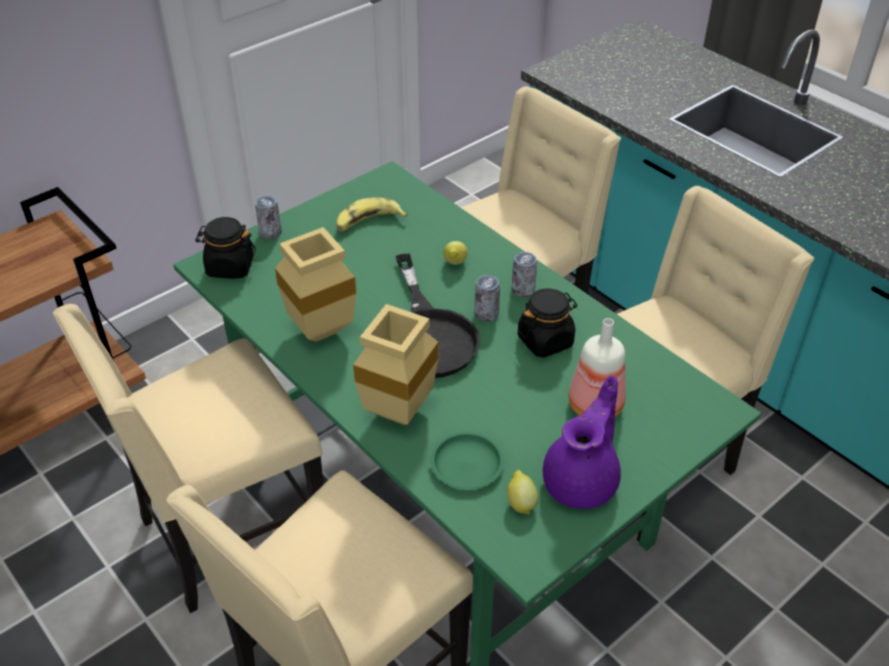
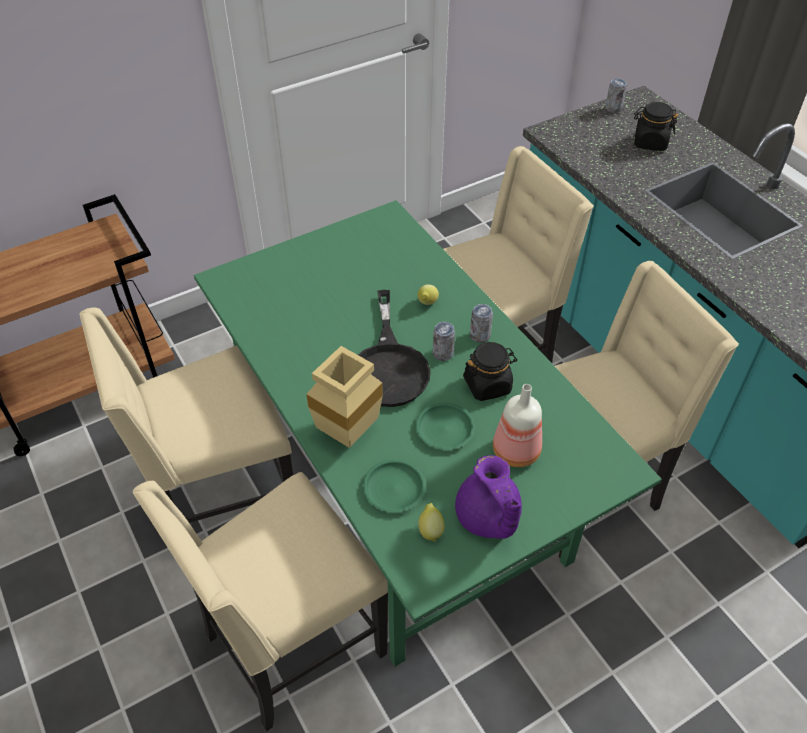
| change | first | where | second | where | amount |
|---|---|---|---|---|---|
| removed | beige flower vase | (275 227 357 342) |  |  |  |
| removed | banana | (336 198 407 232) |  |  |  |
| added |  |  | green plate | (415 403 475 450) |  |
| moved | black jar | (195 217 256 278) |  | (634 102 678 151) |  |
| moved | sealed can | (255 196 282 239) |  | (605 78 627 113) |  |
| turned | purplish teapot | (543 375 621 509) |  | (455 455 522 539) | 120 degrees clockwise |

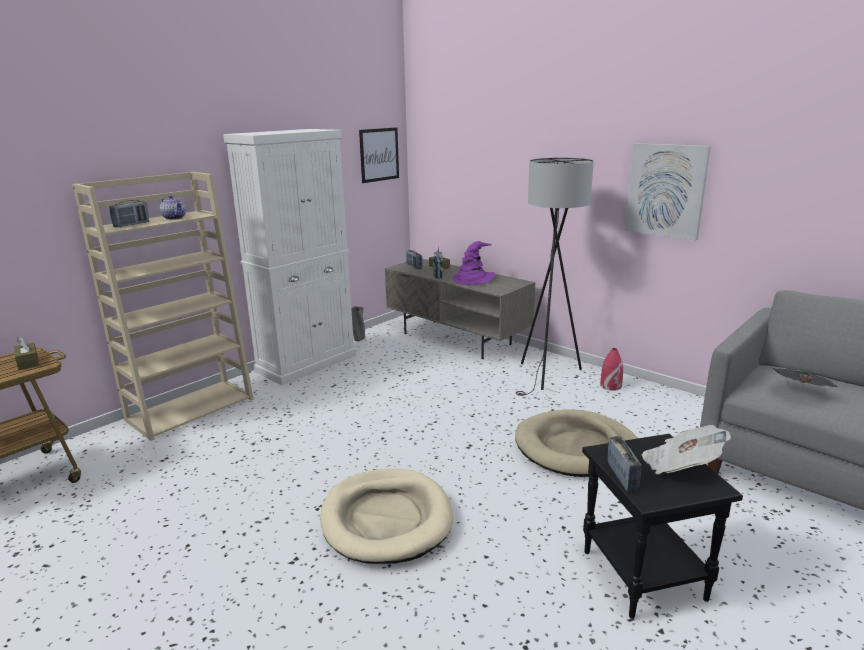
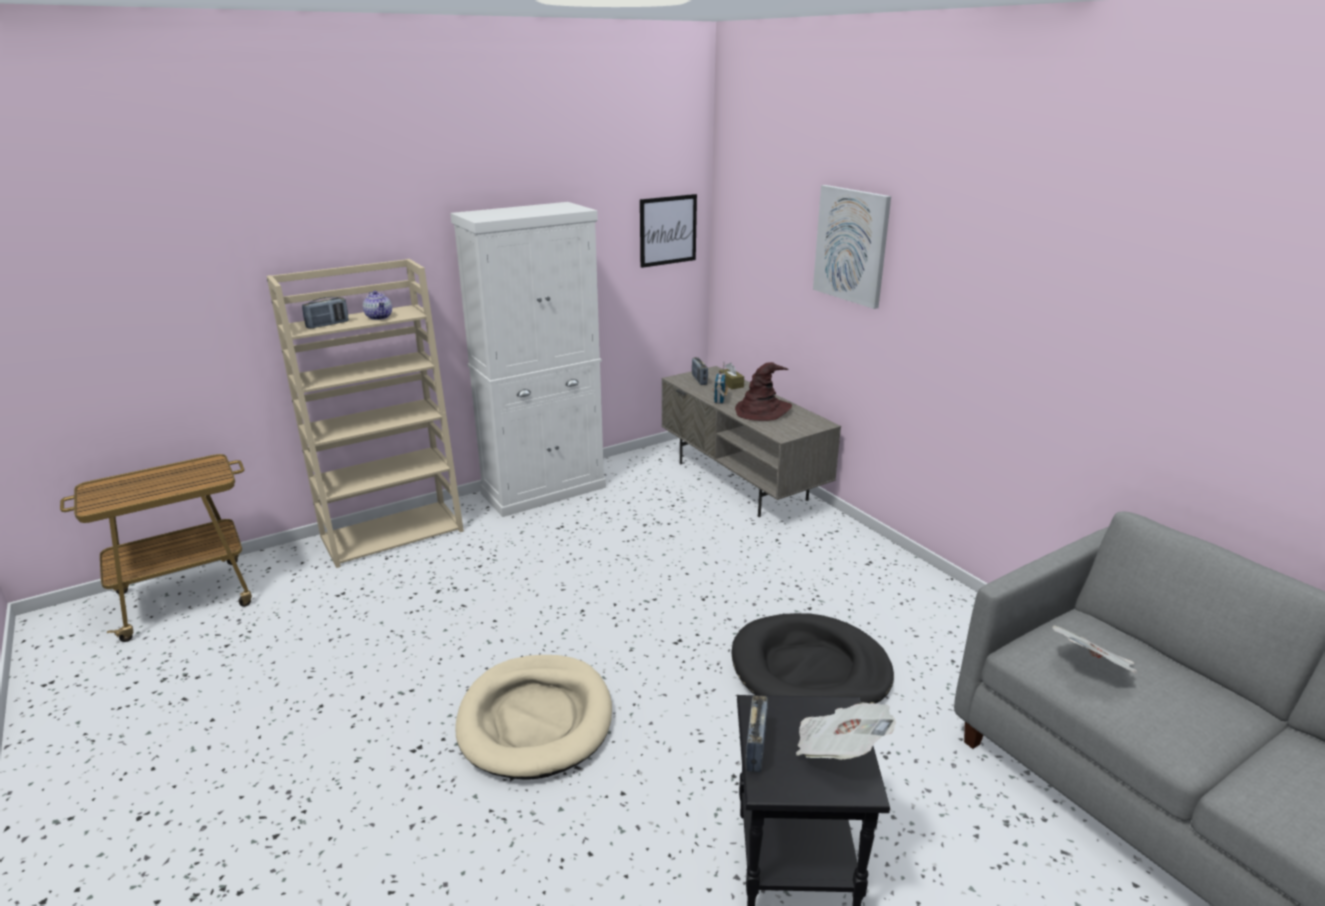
| change | first | where | second | where | amount |
|---|---|---|---|---|---|
| removed | brownish box of tissues | (14 337 39 370) |  |  |  |
| removed | greyish flower vase | (351 306 365 341) |  |  |  |
| removed | greyish floor lamp | (516 158 594 396) |  |  |  |
| removed | reddish flower vase | (600 348 623 391) |  |  |  |
| moved | wall picture | (625 143 711 240) |  | (813 185 891 309) |  |
| recoloured | purplish clothing hat | (453 241 495 285) | brownish clothing hat | (735 362 792 421) |  |
| recoloured | beige pet bed | (515 409 638 477) | black pet bed | (731 613 894 704) |  |

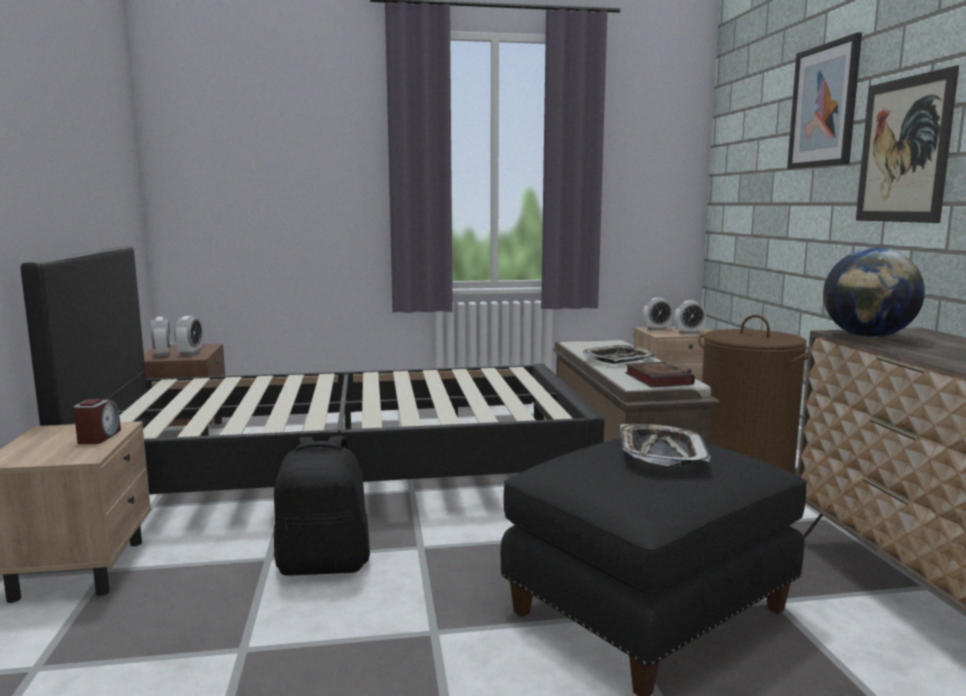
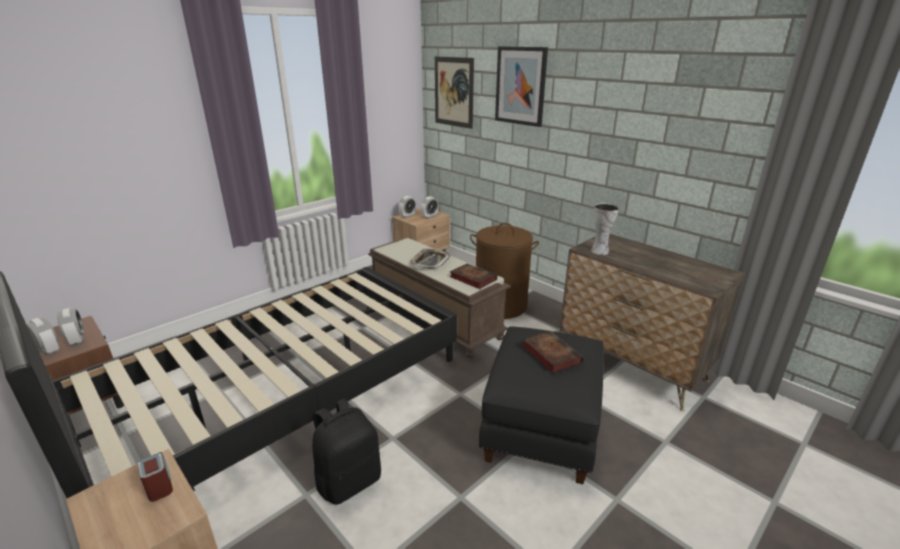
| change | first | where | second | where | amount |
|---|---|---|---|---|---|
| moved | wall picture | (856 65 959 223) |  | (435 56 474 129) |  |
| replaced | carrying tray | (620 424 710 466) | volume | (522 331 583 373) |  |
| replaced | globe | (823 248 925 338) | flower vase | (591 203 619 255) |  |

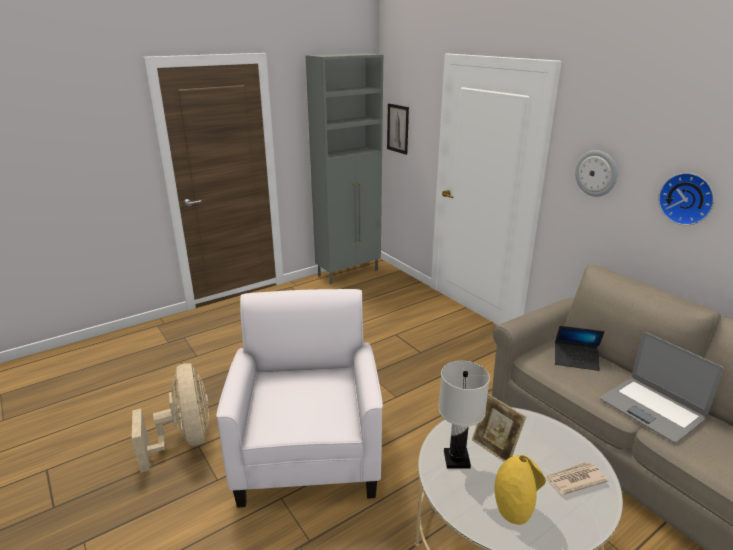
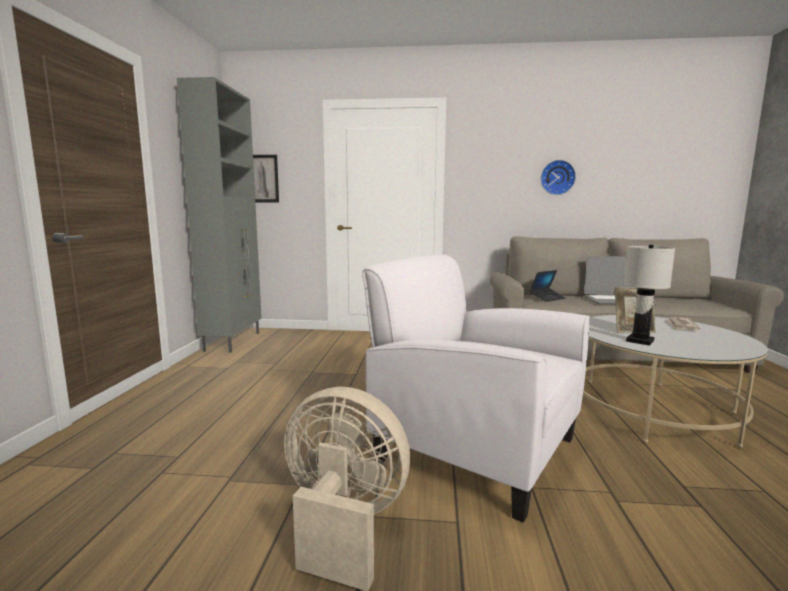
| change | first | where | second | where | amount |
|---|---|---|---|---|---|
| removed | yellowish flower vase | (495 455 546 525) |  |  |  |
| removed | clock on the wall | (575 150 617 197) |  |  |  |

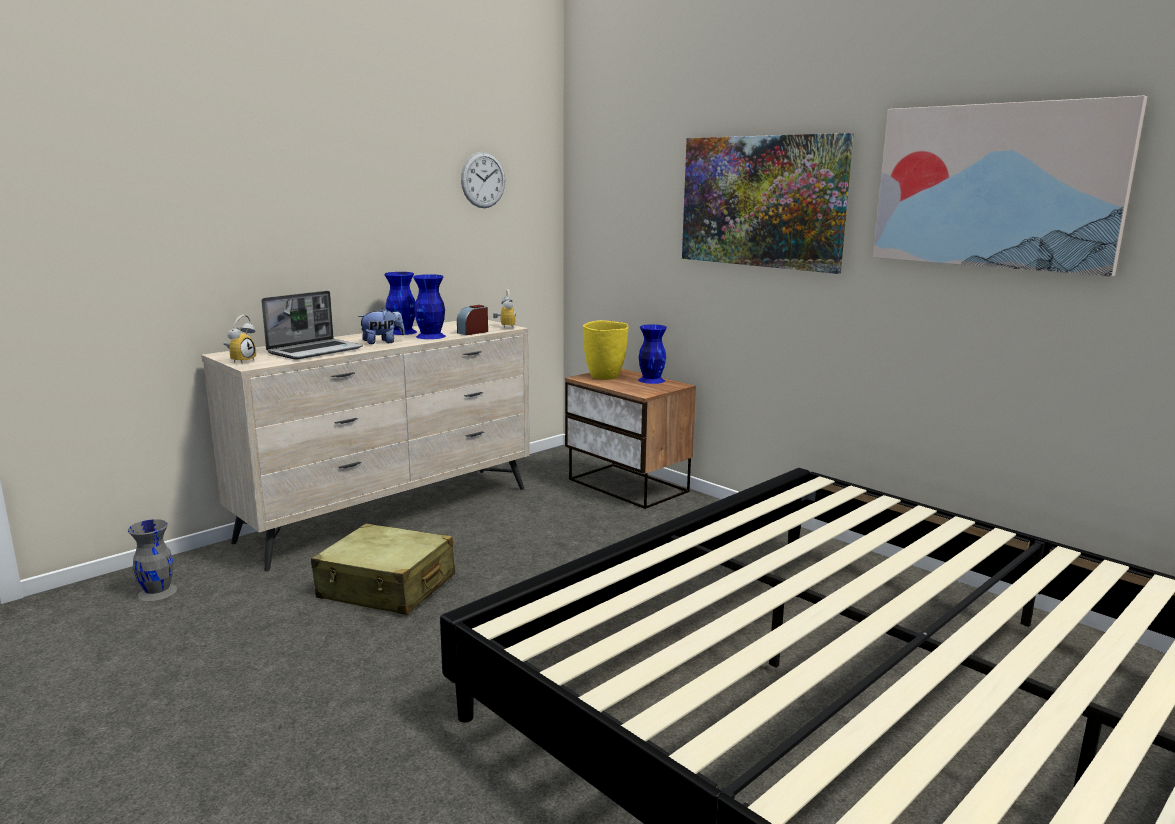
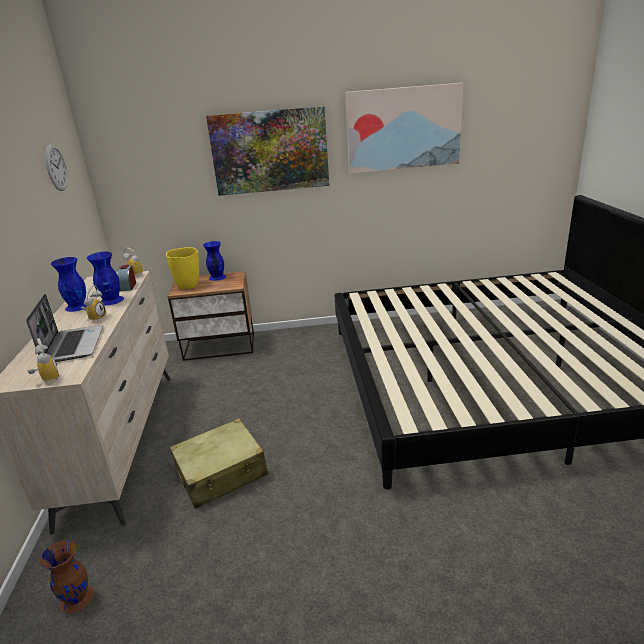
| change | first | where | second | where | amount |
|---|---|---|---|---|---|
| replaced | cuddly toy | (358 308 405 344) | alarm clock | (81 285 106 322) |  |
| recoloured | greyish flower vase | (128 519 177 601) | brownish flower vase | (40 540 94 614) |  |

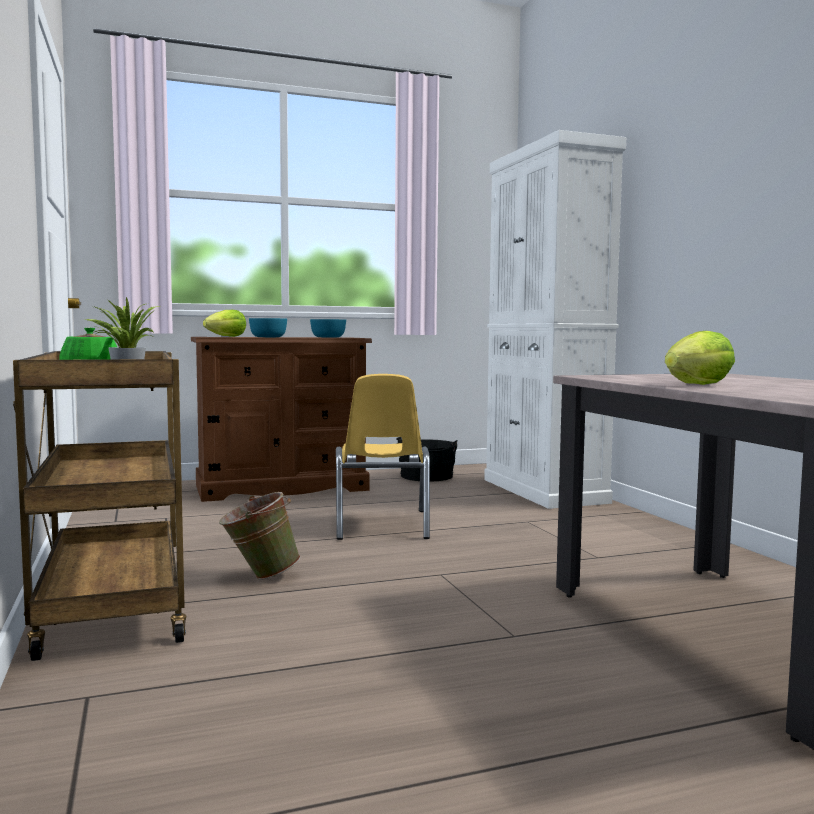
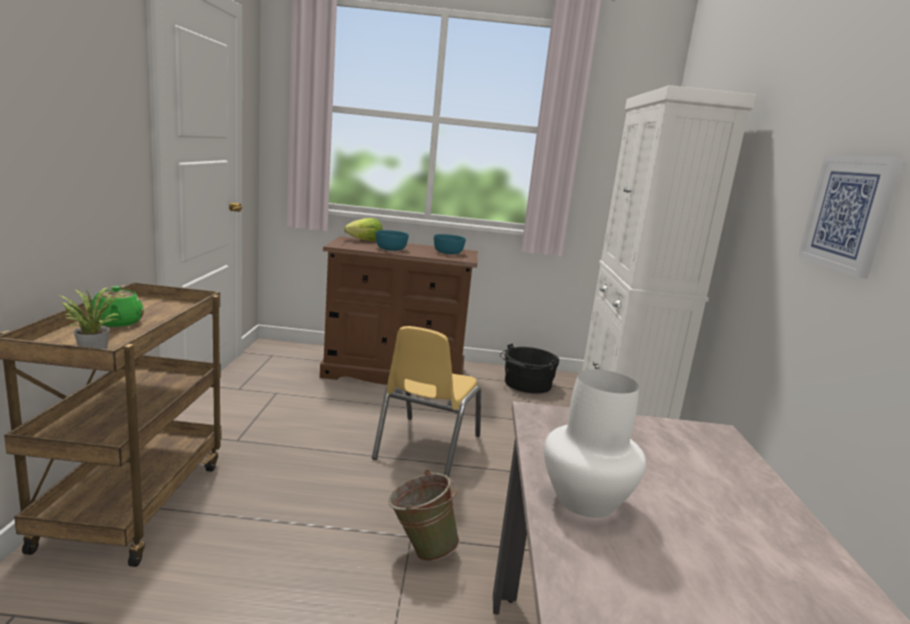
| change | first | where | second | where | amount |
|---|---|---|---|---|---|
| added |  |  | wall picture | (798 155 904 279) |  |
| moved | green bucket | (219 492 300 580) |  | (388 470 460 561) |  |
| replaced | lettuce head | (665 331 735 385) | white-coloured flower vase | (544 369 646 518) |  |

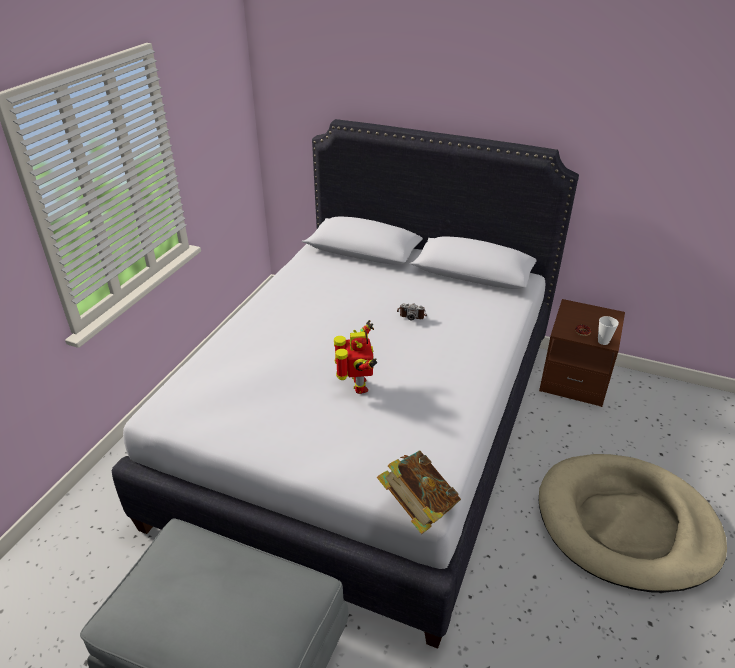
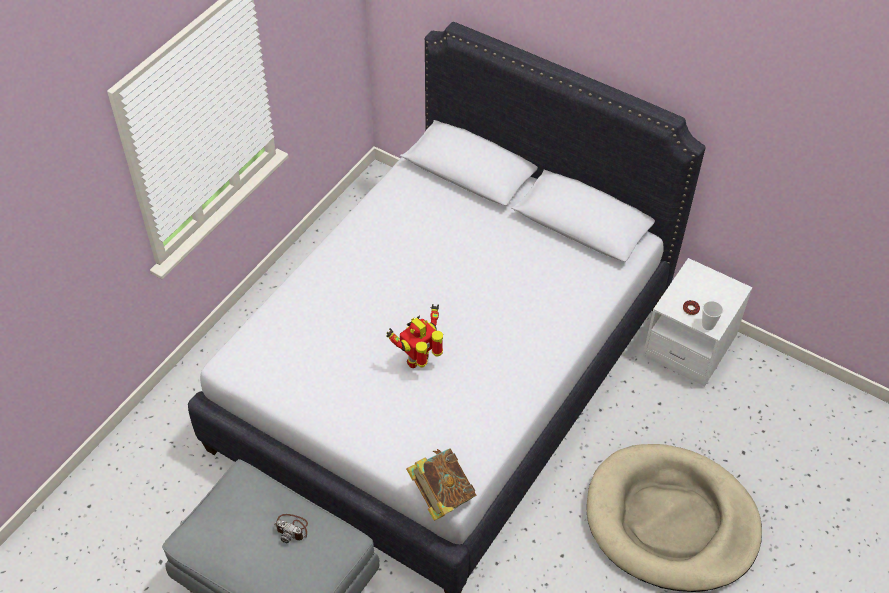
| change | first | where | second | where | amount |
|---|---|---|---|---|---|
| moved | still camera | (397 303 427 321) |  | (274 514 308 543) |  |
| recoloured | brownish night table | (539 299 625 407) | white-coloured night table | (643 258 753 387) |  |
| turned | toy robot | (334 320 377 394) |  | (386 304 443 368) | 135 degrees counterclockwise |

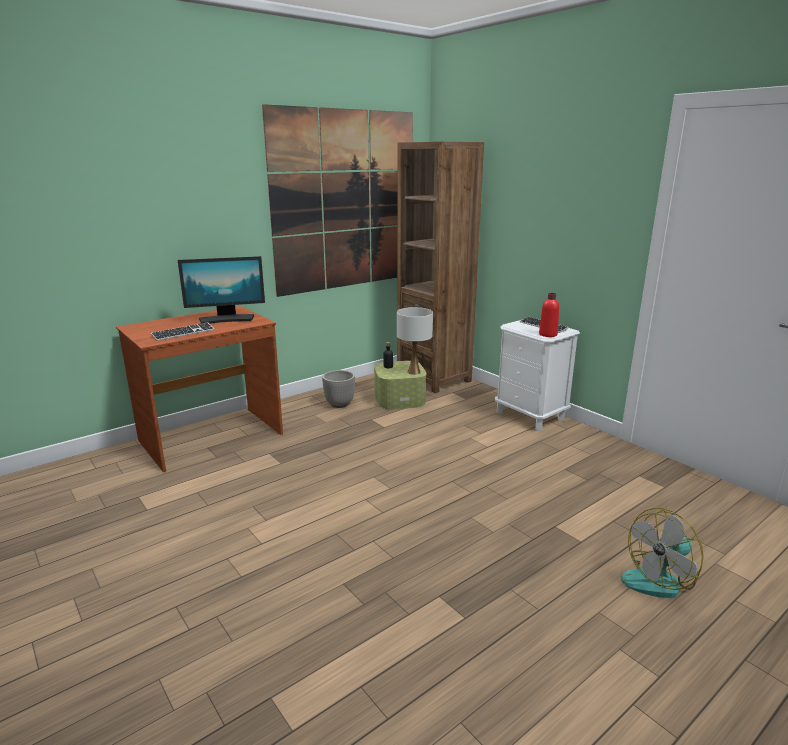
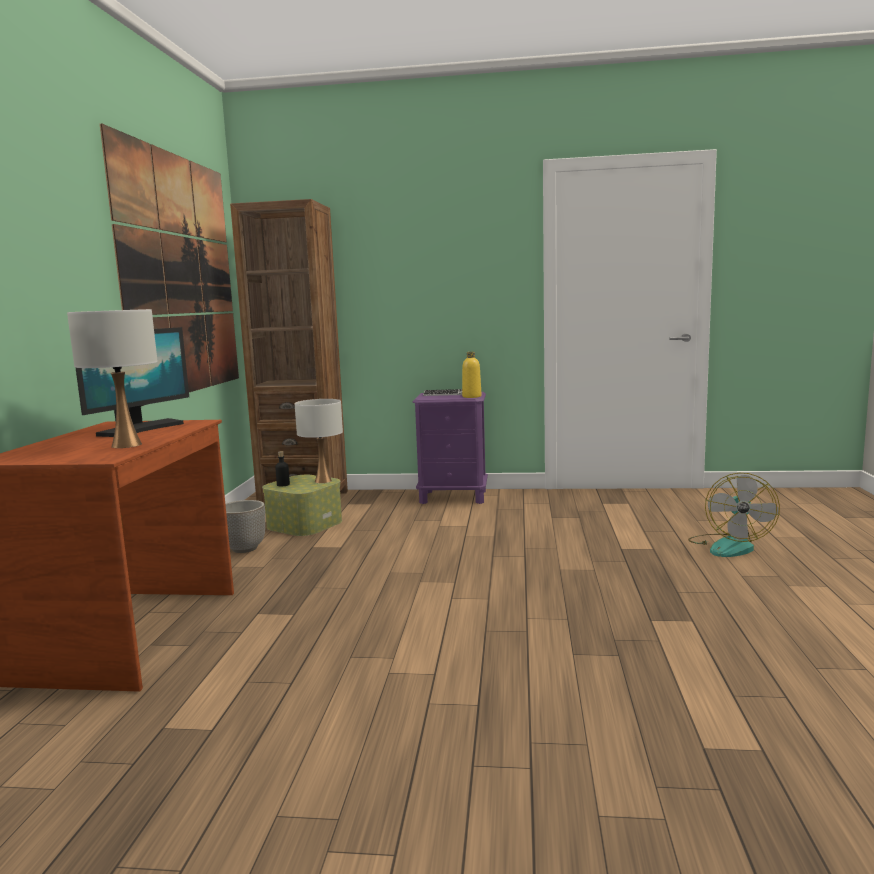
| change | first | where | second | where | amount |
|---|---|---|---|---|---|
| replaced | computer keyboard | (151 323 215 341) | white-coloured table lamp | (67 309 158 448) |  |
| recoloured | white-coloured night table | (495 320 580 431) | purplish night table | (412 392 488 504) |  |
| recoloured | reddish drink bottle | (539 293 559 337) | yellowish drink bottle | (462 352 482 398) |  |

